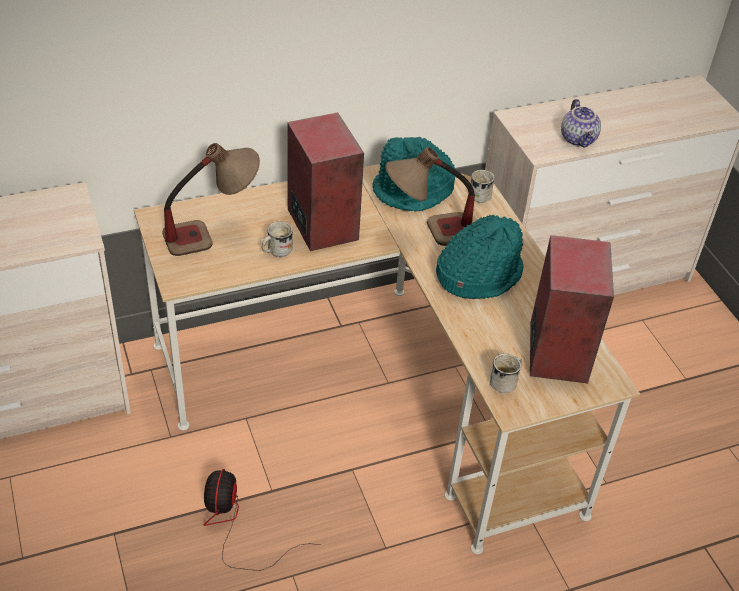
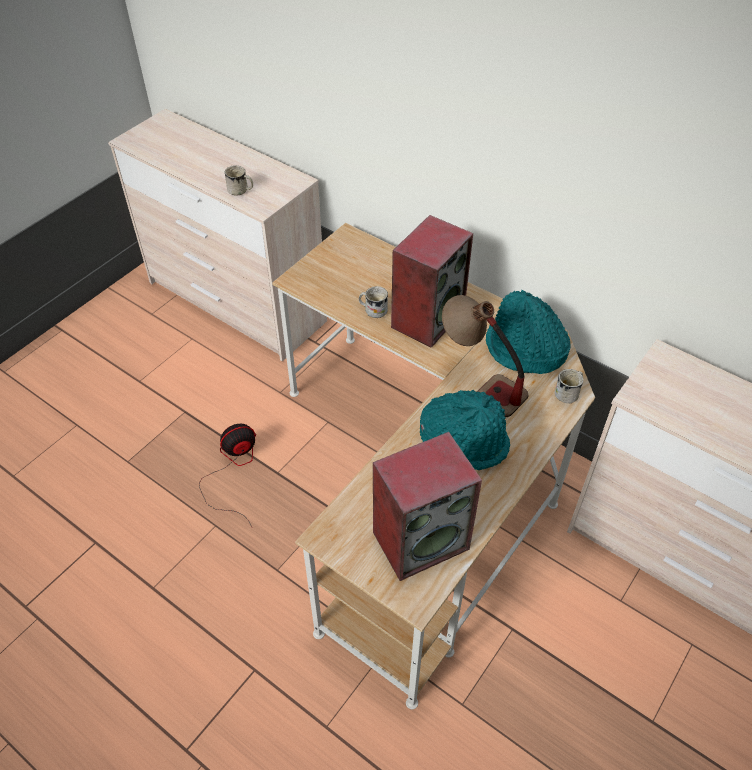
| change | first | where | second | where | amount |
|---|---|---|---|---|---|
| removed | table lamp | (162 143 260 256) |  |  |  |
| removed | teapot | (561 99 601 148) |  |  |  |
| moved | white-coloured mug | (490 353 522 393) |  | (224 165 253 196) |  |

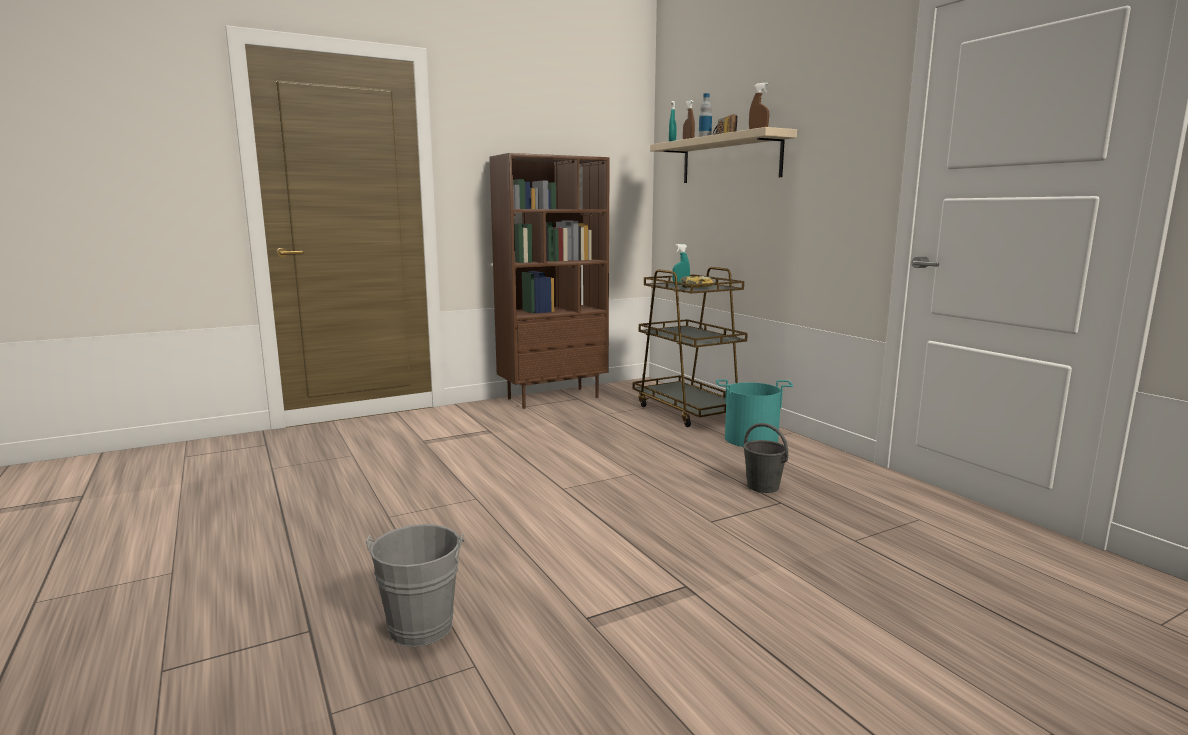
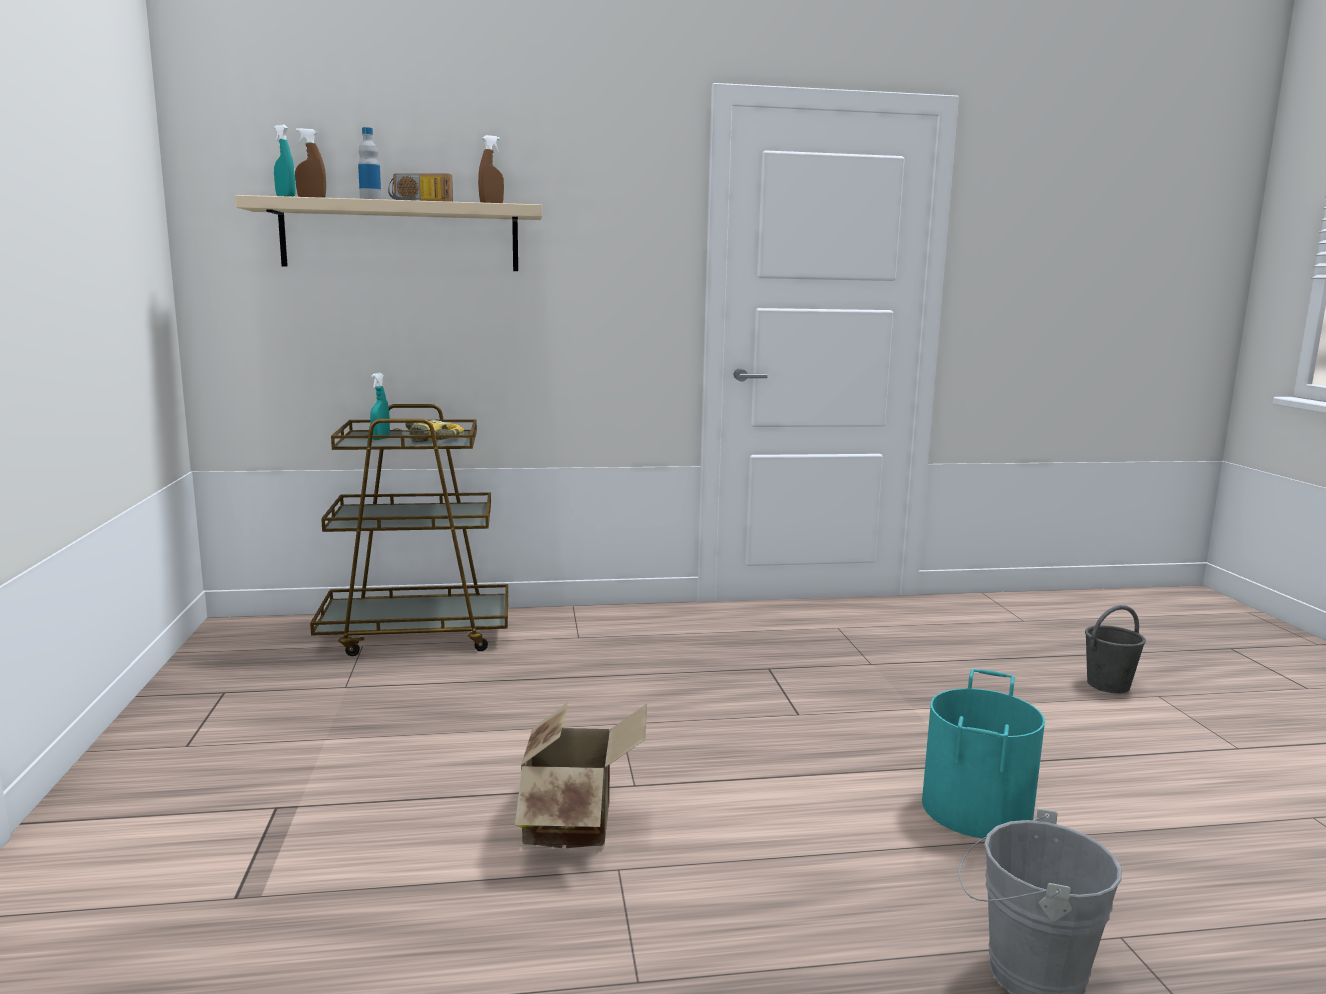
| change | first | where | second | where | amount |
|---|---|---|---|---|---|
| removed | brownish shelving unit | (489 153 610 409) |  |  |  |
| added |  |  | packing box | (515 702 647 848) |  |
| moved | blue-green bucket | (716 379 793 447) |  | (922 669 1045 839) |  |
| moved | greyish bucket | (743 423 788 493) |  | (1085 605 1146 693) |  |

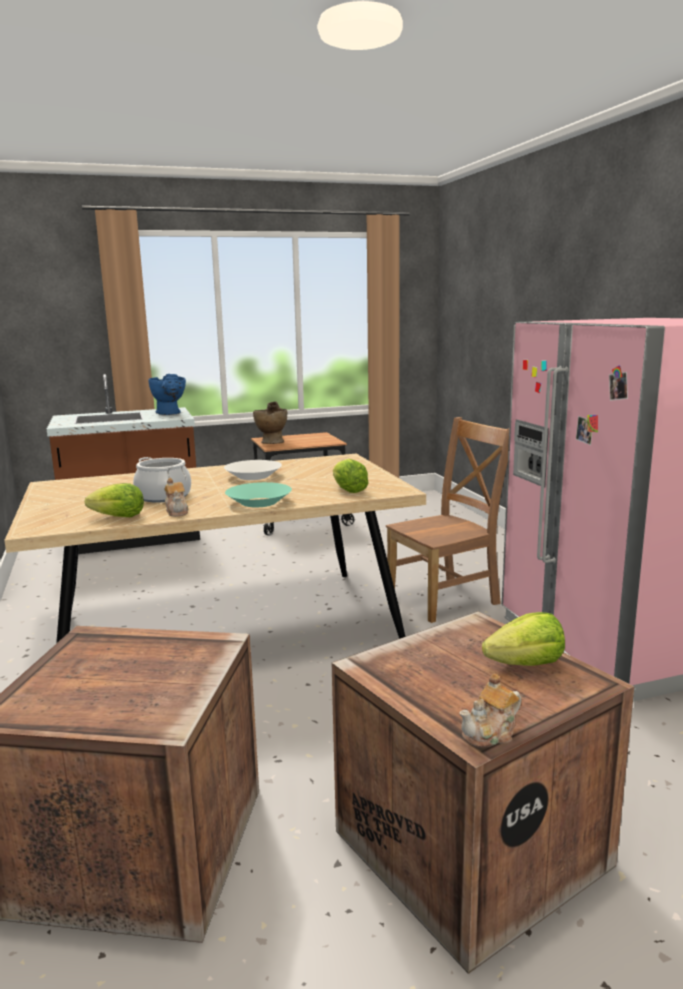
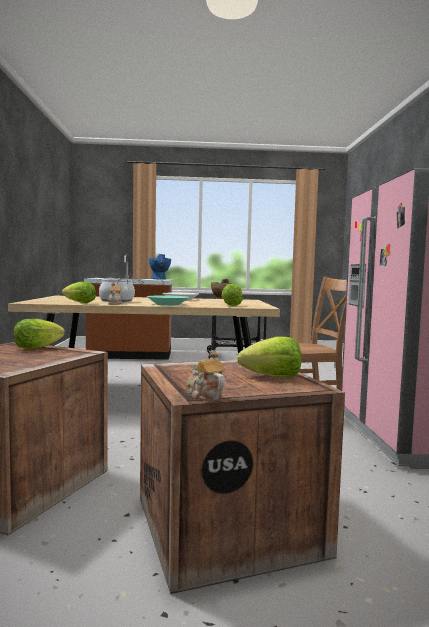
| change | first | where | second | where | amount |
|---|---|---|---|---|---|
| added |  |  | lettuce head | (13 319 65 349) |  |
| turned | teapot | (459 674 521 747) |  | (187 350 225 401) | 75 degrees clockwise |

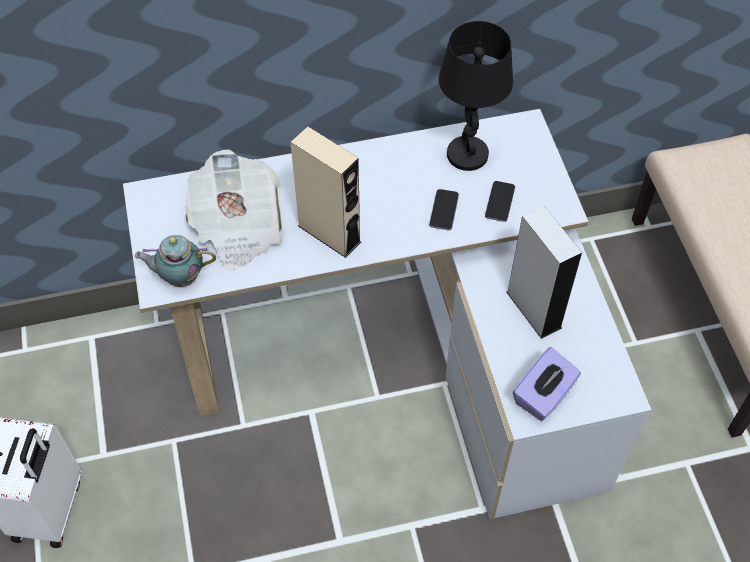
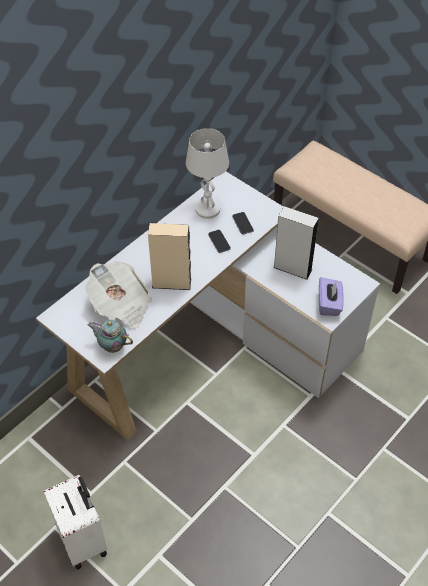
| change | first | where | second | where | amount |
|---|---|---|---|---|---|
| recoloured | black table lamp | (439 21 513 171) | white-coloured table lamp | (186 128 229 219) |  |
| turned | teapot | (134 235 216 287) |  | (88 320 133 353) | 60 degrees clockwise |

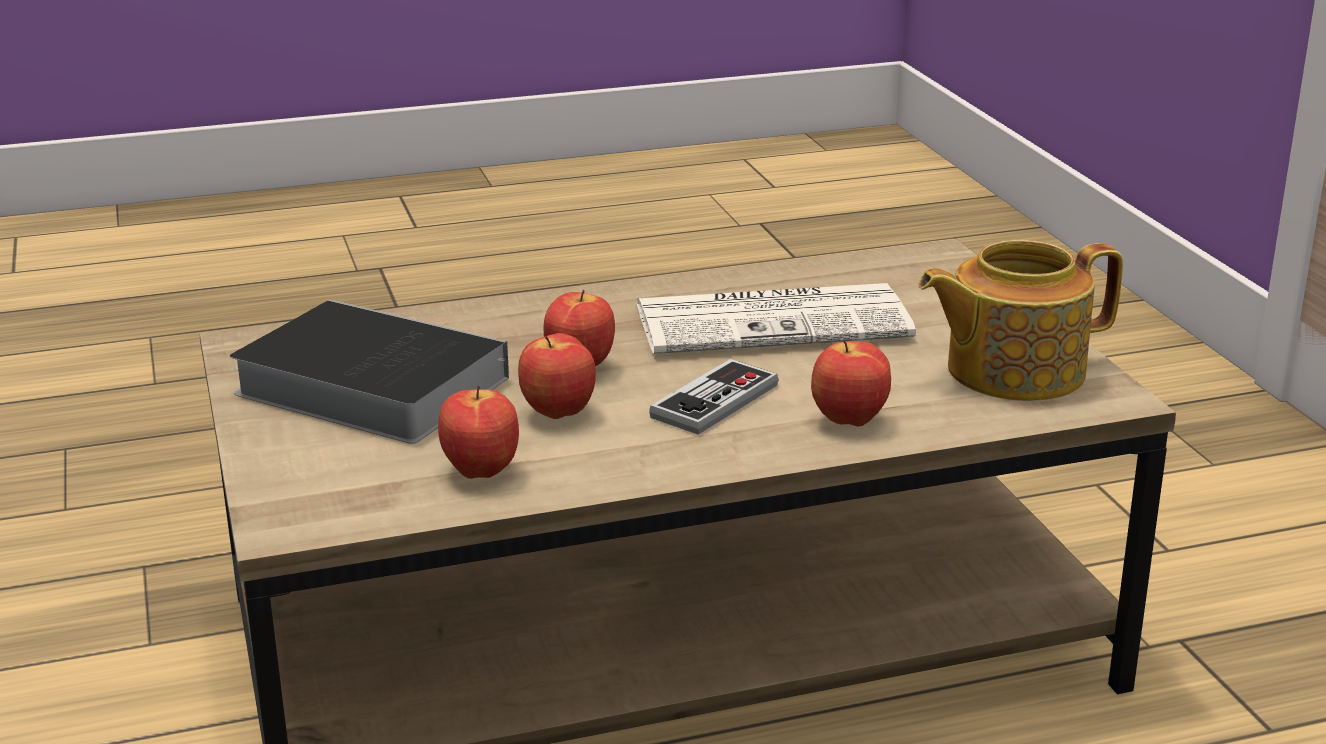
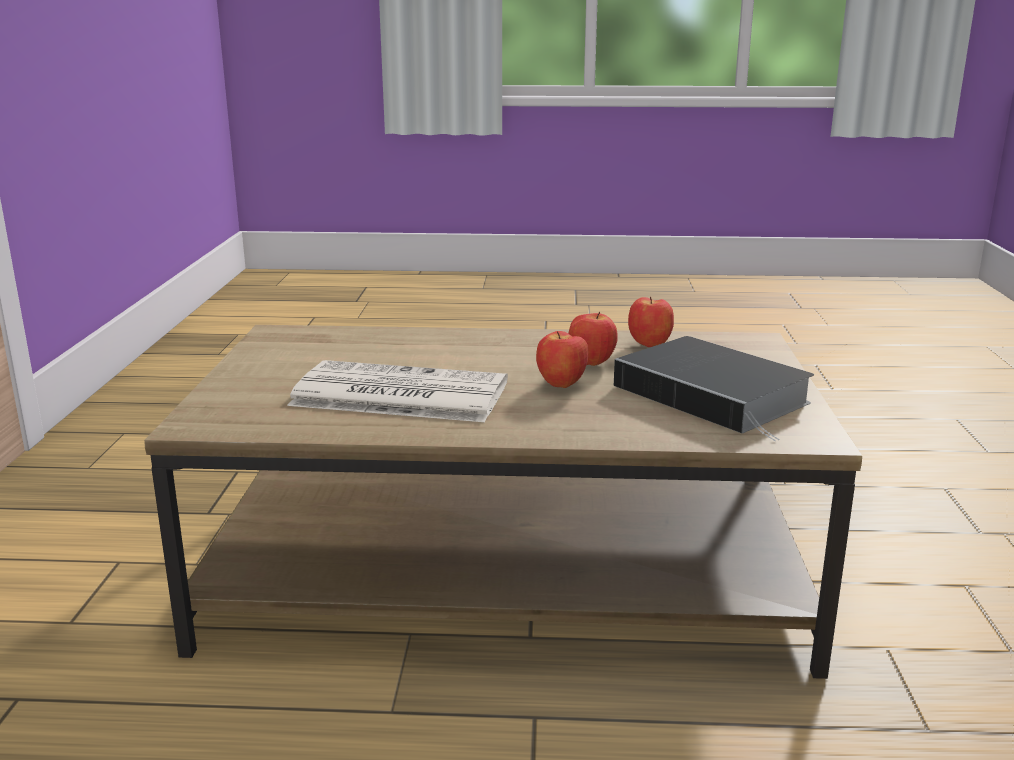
| change | first | where | second | where | amount |
|---|---|---|---|---|---|
| removed | joypad | (649 359 779 435) |  |  |  |
| removed | apple | (811 339 891 426) |  |  |  |
| removed | teapot | (918 240 1123 401) |  |  |  |

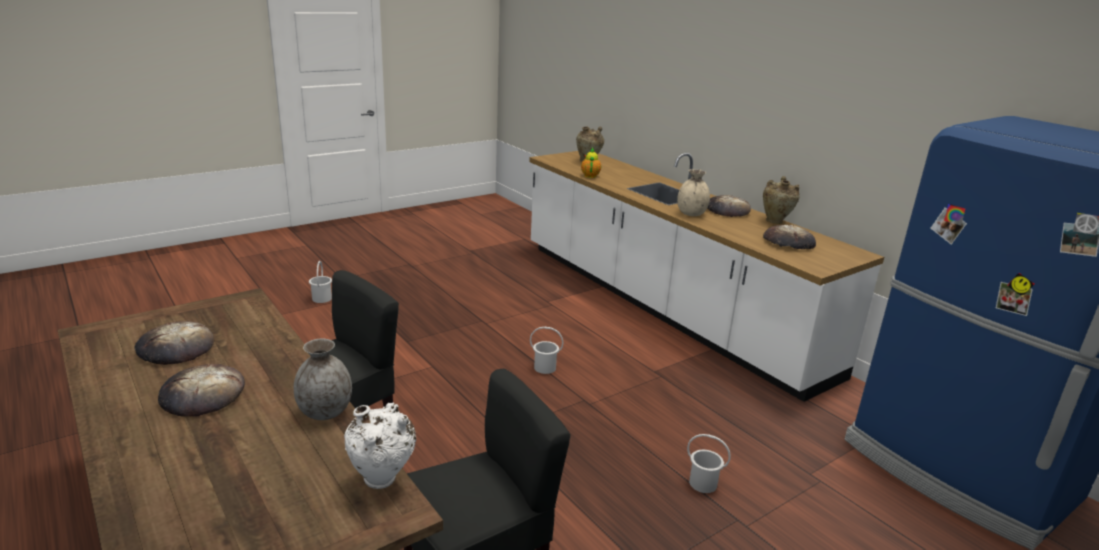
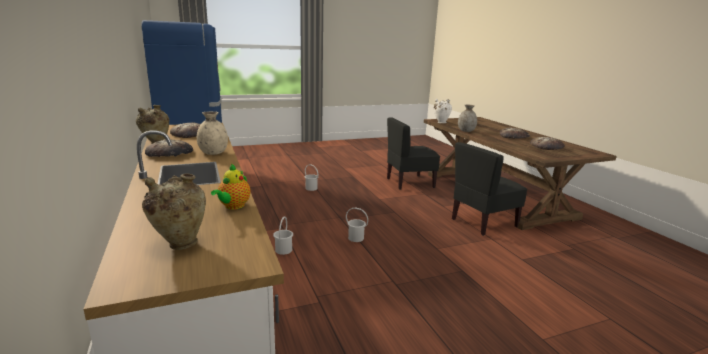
| change | first | where | second | where | amount |
|---|---|---|---|---|---|
| moved | white-coloured bucket | (309 261 332 303) |  | (273 217 293 255) |  |

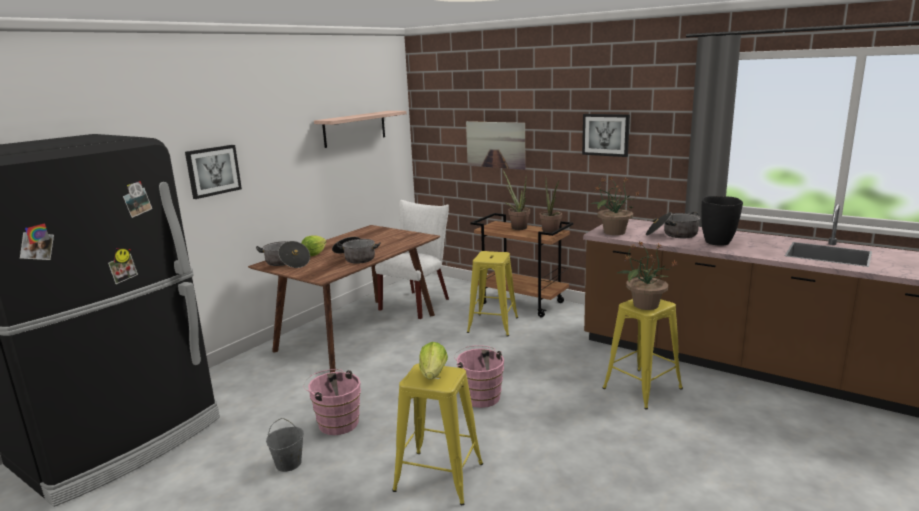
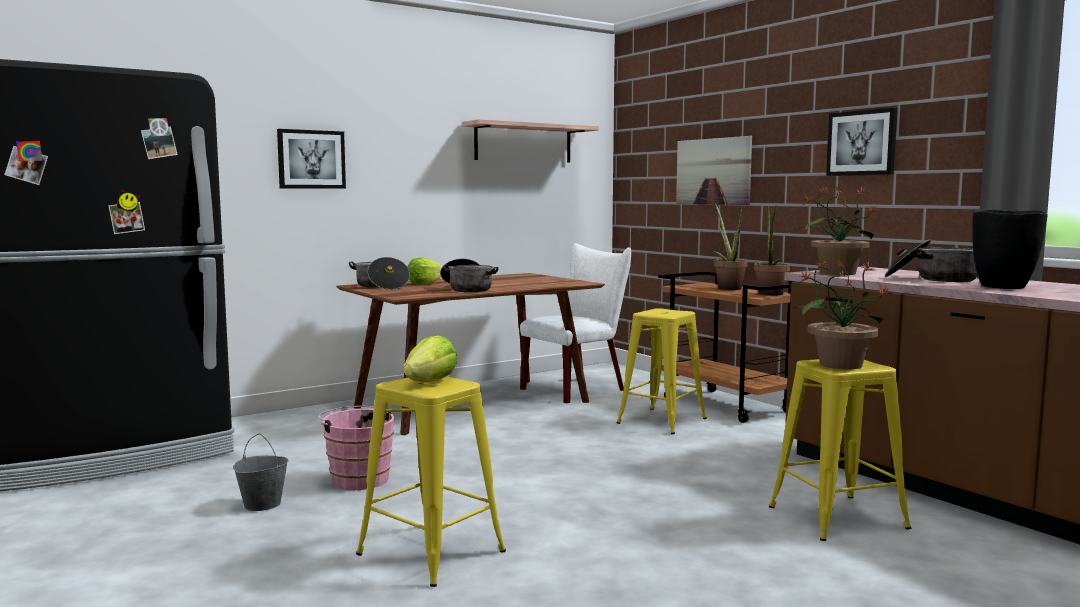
| change | first | where | second | where | amount |
|---|---|---|---|---|---|
| removed | pink bucket | (454 345 504 408) |  |  |  |

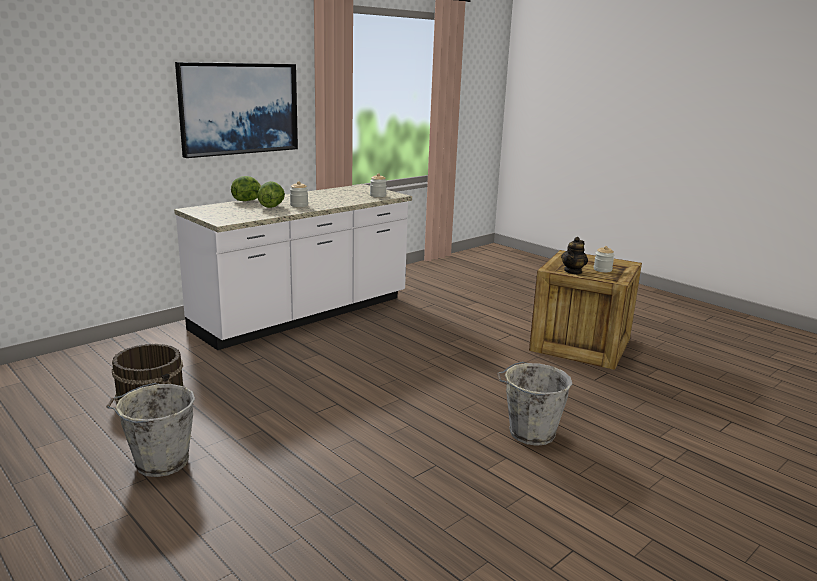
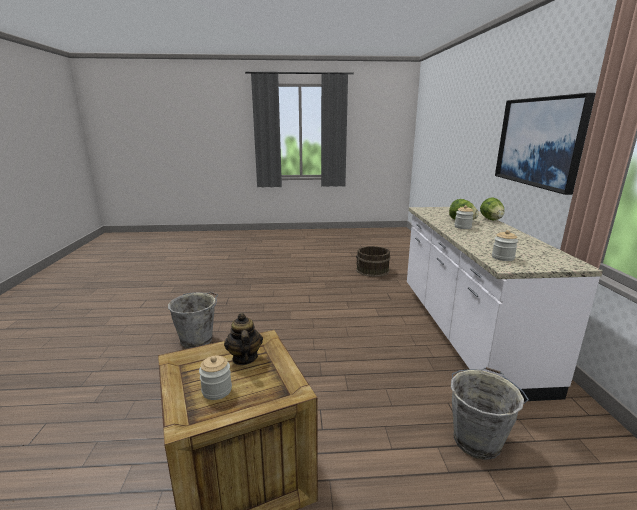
| change | first | where | second | where | amount |
|---|---|---|---|---|---|
| moved | greyish bucket | (106 383 195 477) |  | (451 367 529 460) |  |

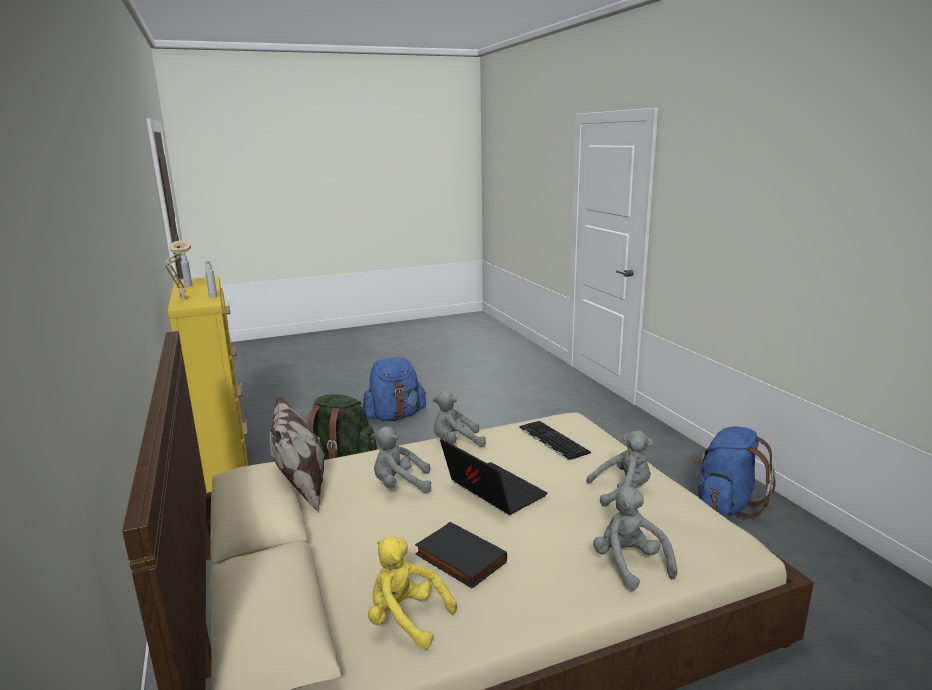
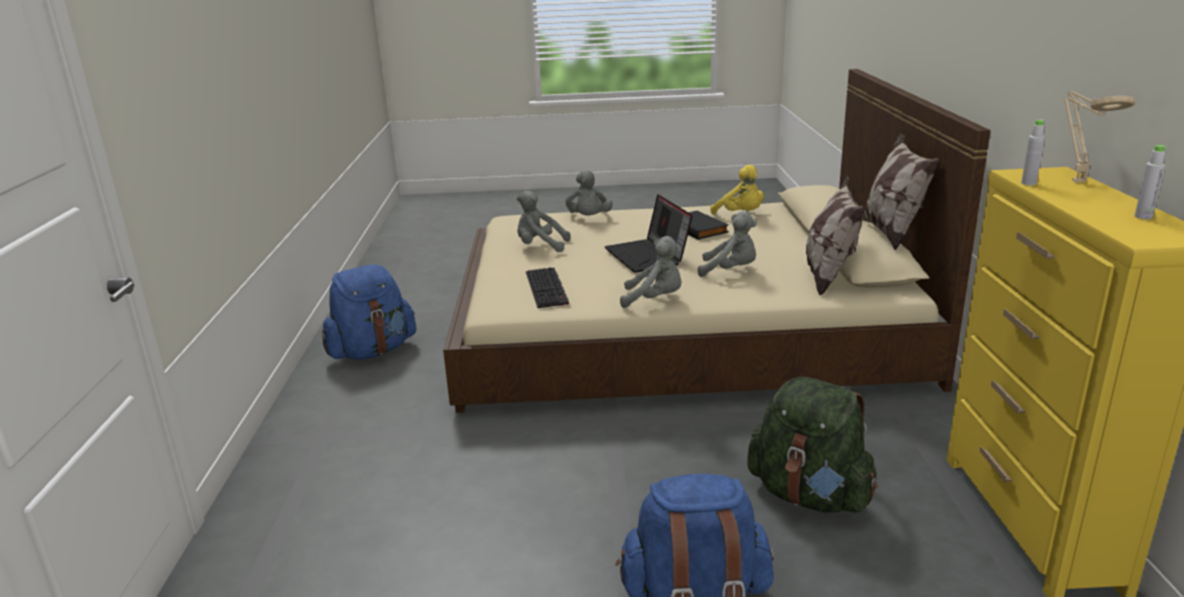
| change | first | where | second | where | amount |
|---|---|---|---|---|---|
| added |  |  | throw pillow | (862 134 939 250) |  |

